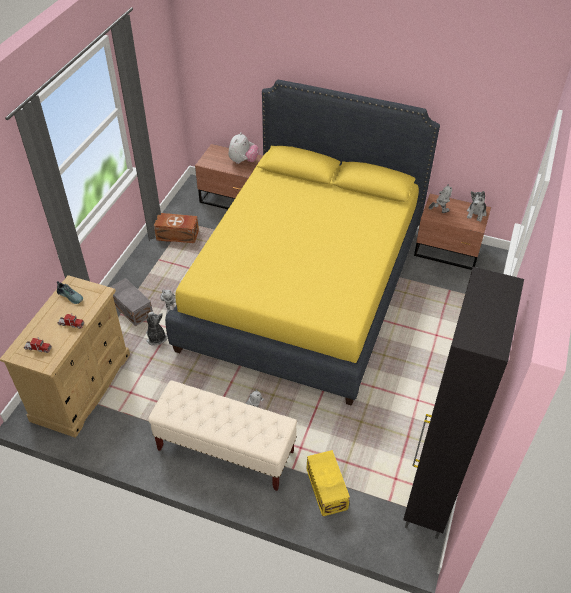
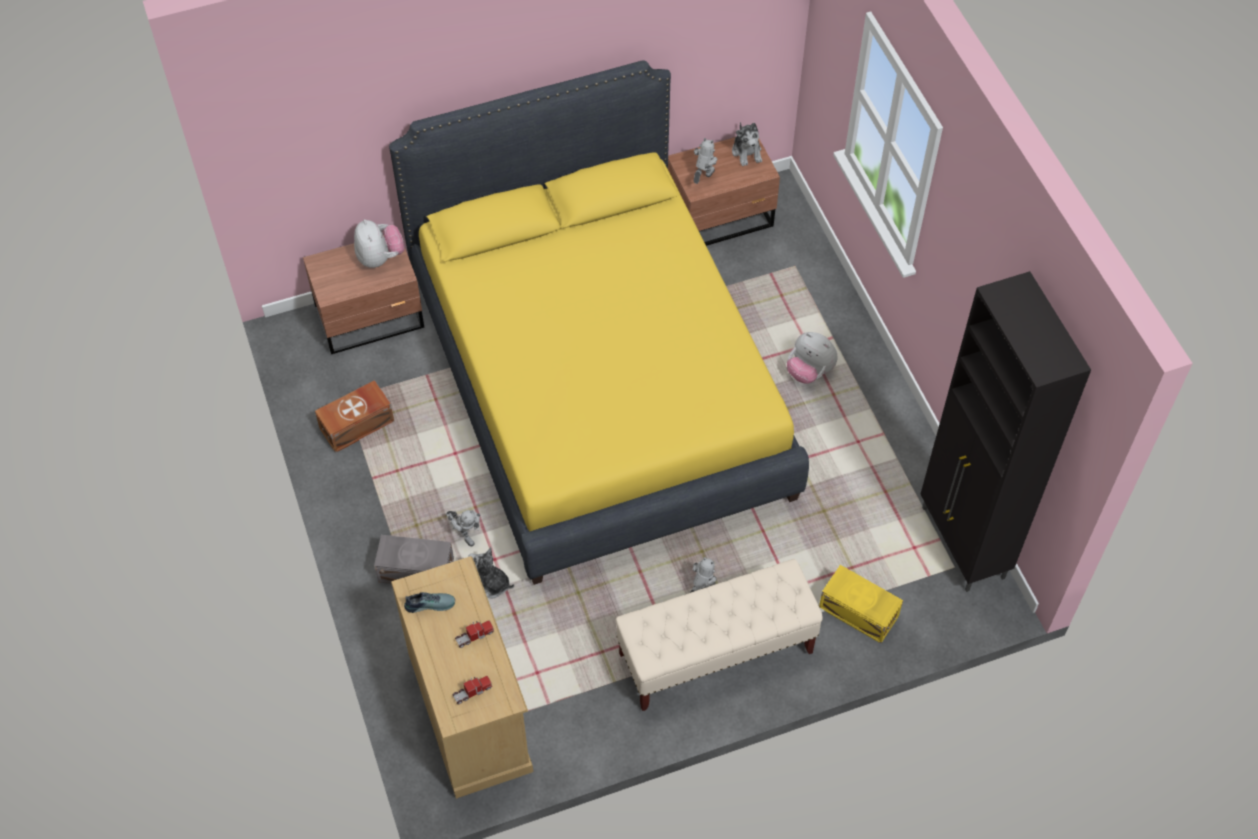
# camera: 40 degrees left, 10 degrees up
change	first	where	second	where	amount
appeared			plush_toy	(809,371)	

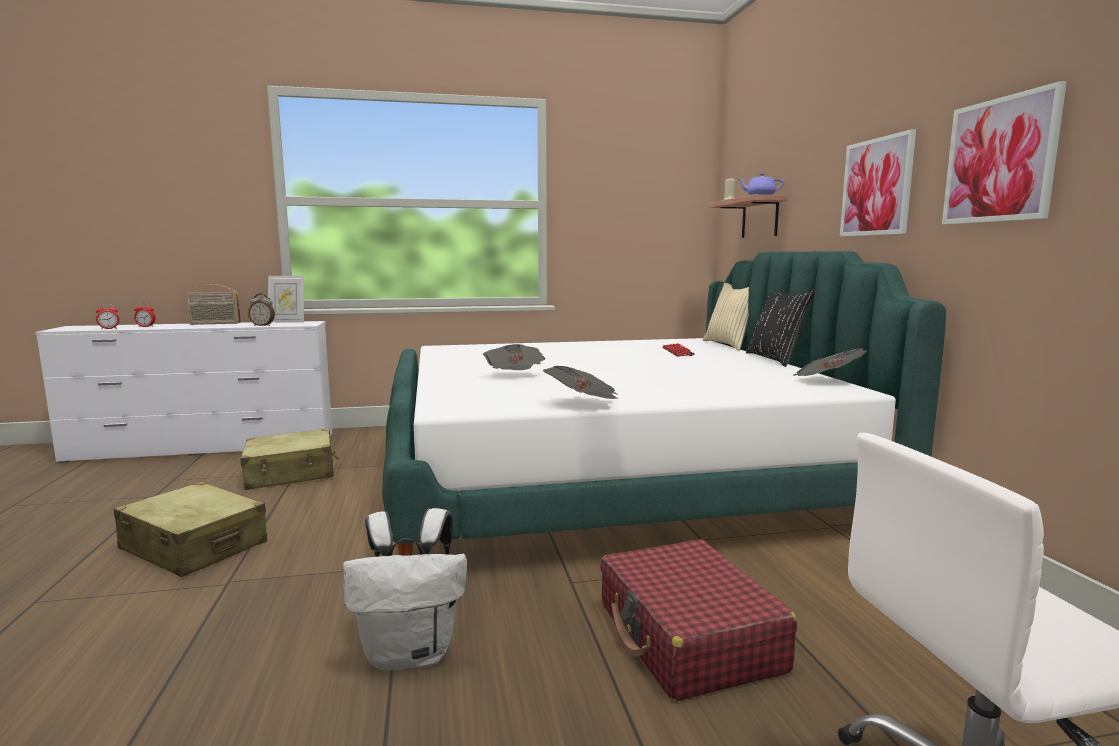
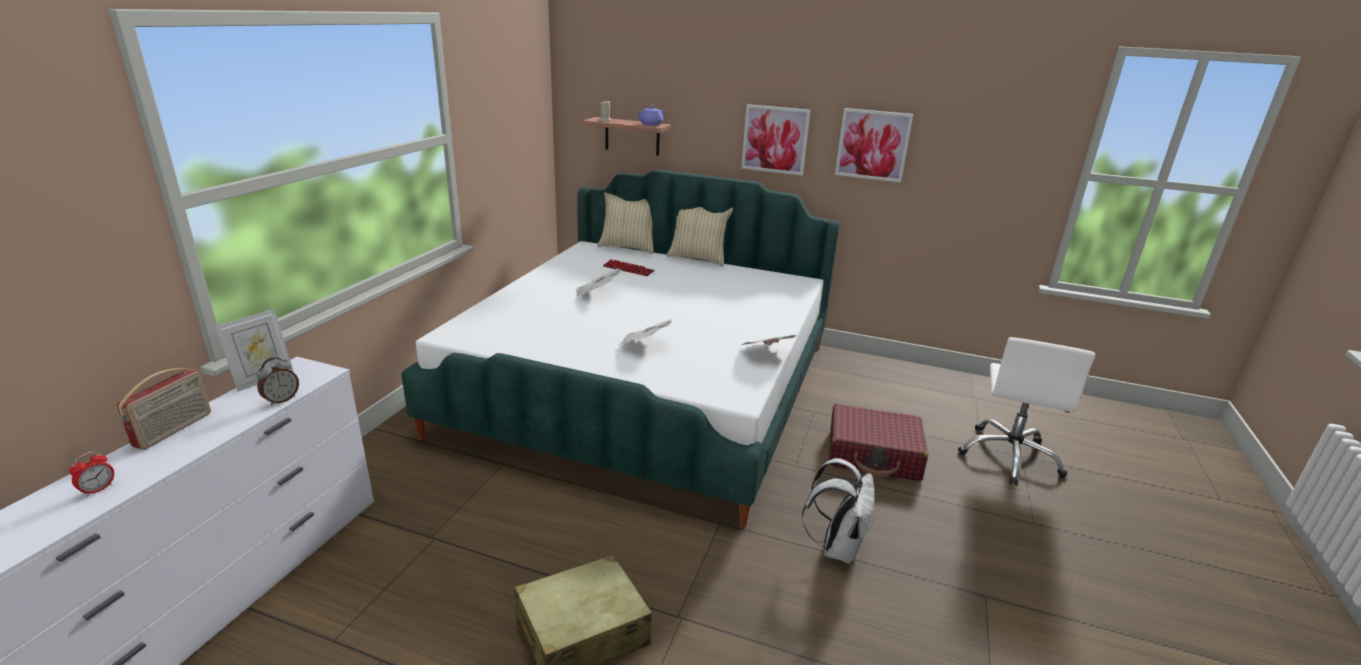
# camera: 60 degrees left, 15 degrees up
change	first	where	second	where	amount
missing	alarm_clock	(109,329)			
missing	beige_suitcase	(291,474)			
relocated	newspaper	(827,381)		(596,294)	
colour	black_pillow	(776,359)	beige_pillow	(698,258)	

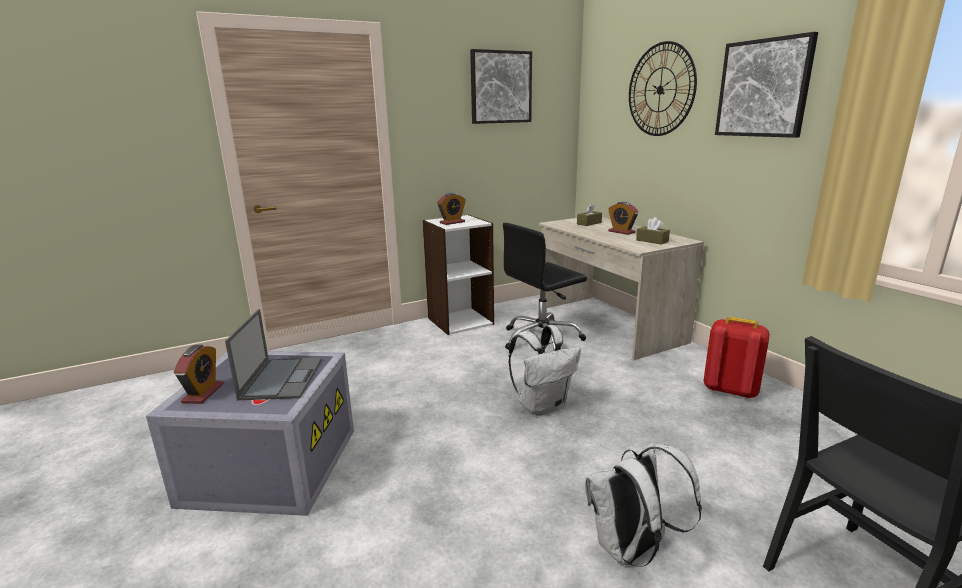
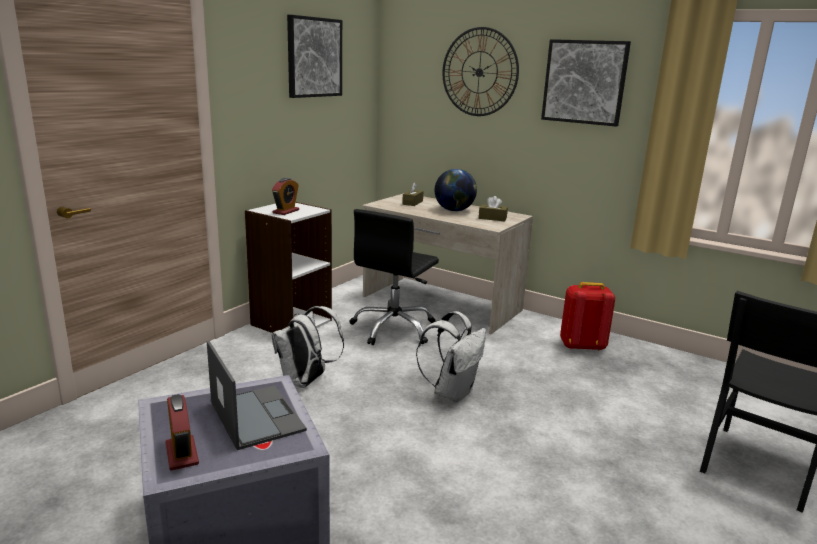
# camera: 30 degrees left, 0 degrees up
change	first	where	second	where	amount
relocated	white_backpack	(631,549)		(305,382)	
exchanged	alarm_clock	(621,232)	globe	(454,210)	

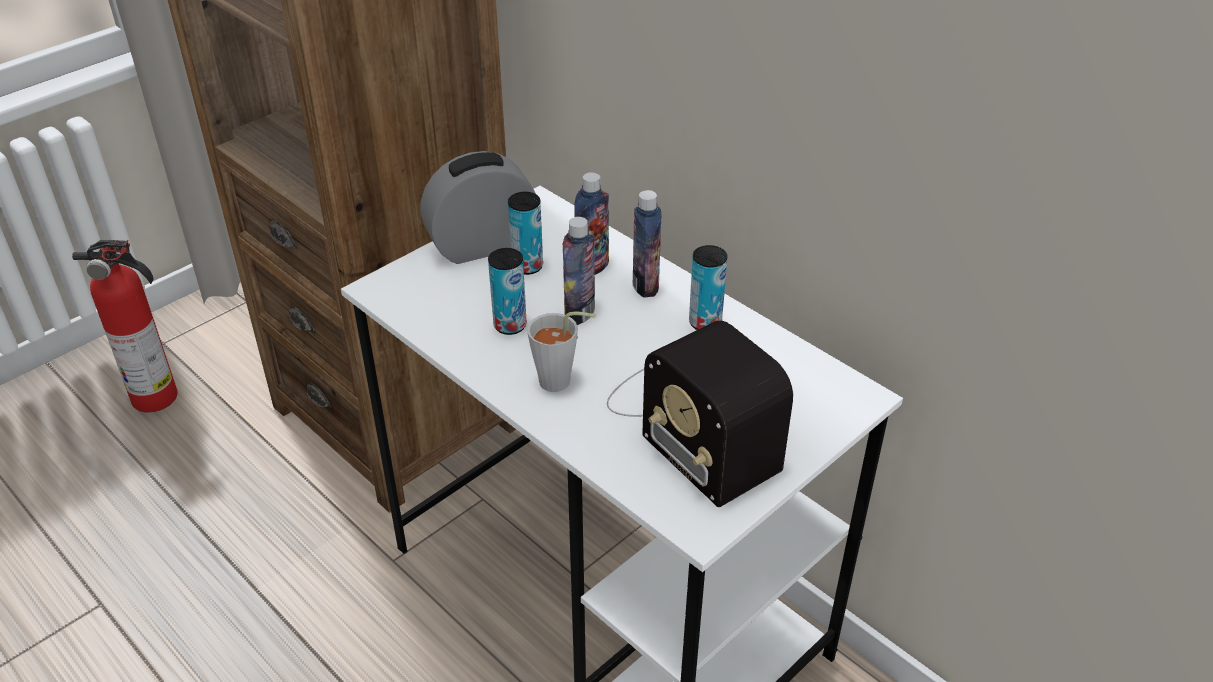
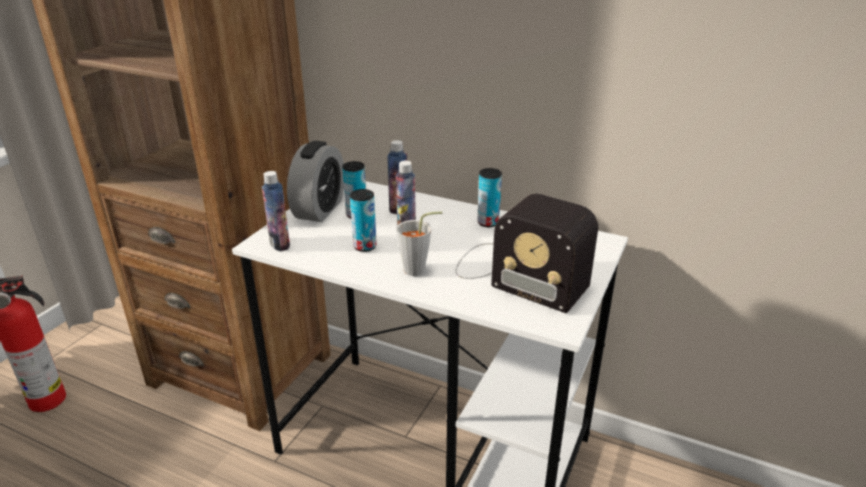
# camera: 20 degrees left, 10 degrees down
change	first	where	second	where	amount
relocated	bottle	(645,285)		(280,244)	
spun	alarm_clock	(483,245)		(319,209)	150 degrees clockwise

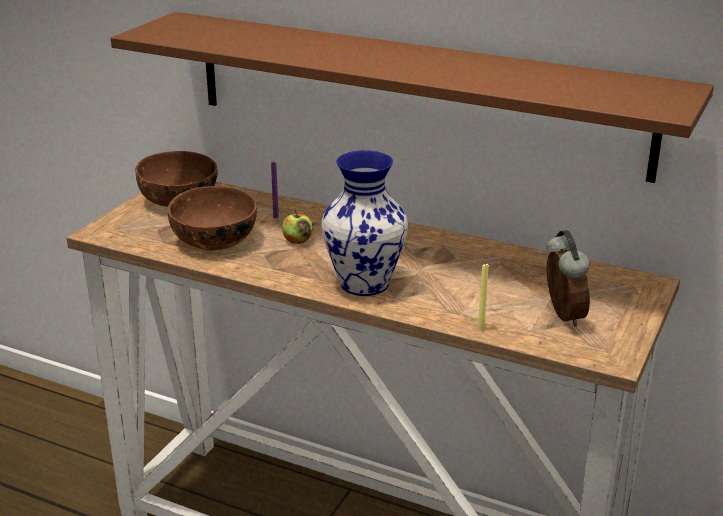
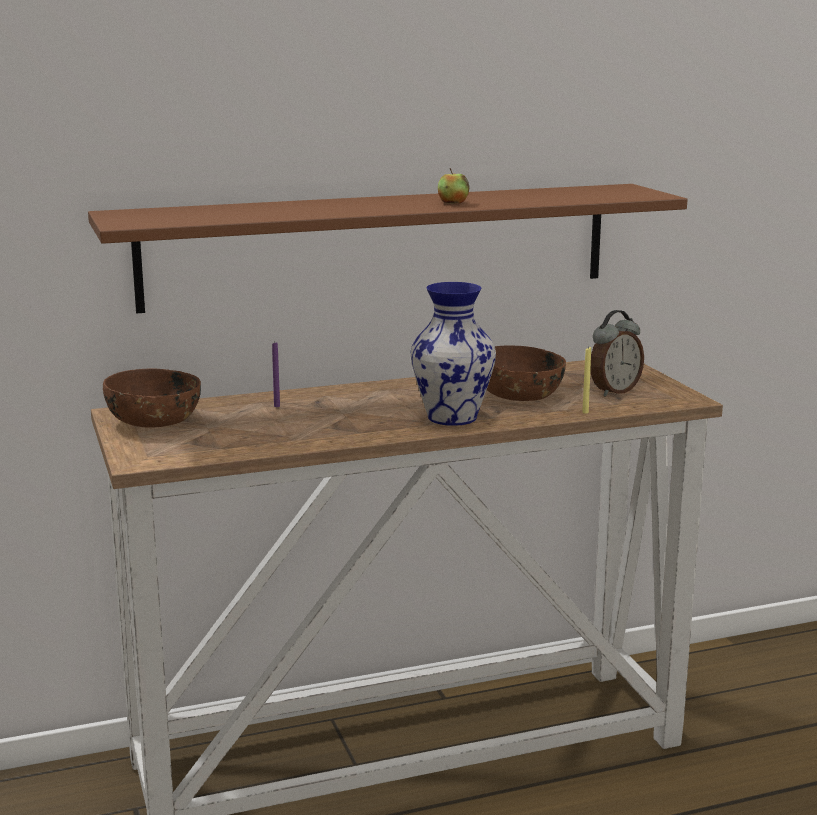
# camera: 45 degrees left, 10 degrees down
change	first	where	second	where	amount
relocated	brown_bowl	(214,240)		(520,396)	
relocated	apple	(297,240)		(453,203)	
spun	alarm_clock	(561,316)		(613,391)	105 degrees clockwise

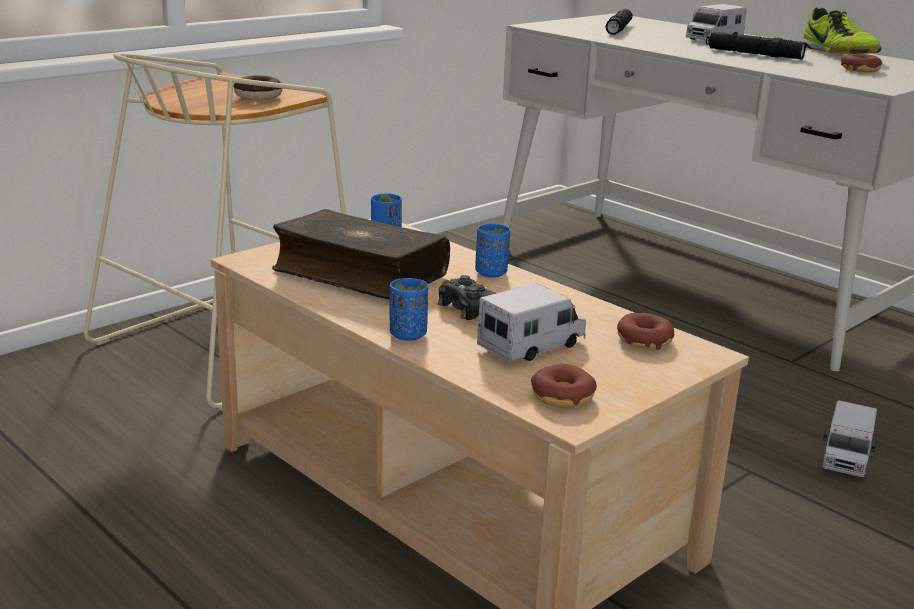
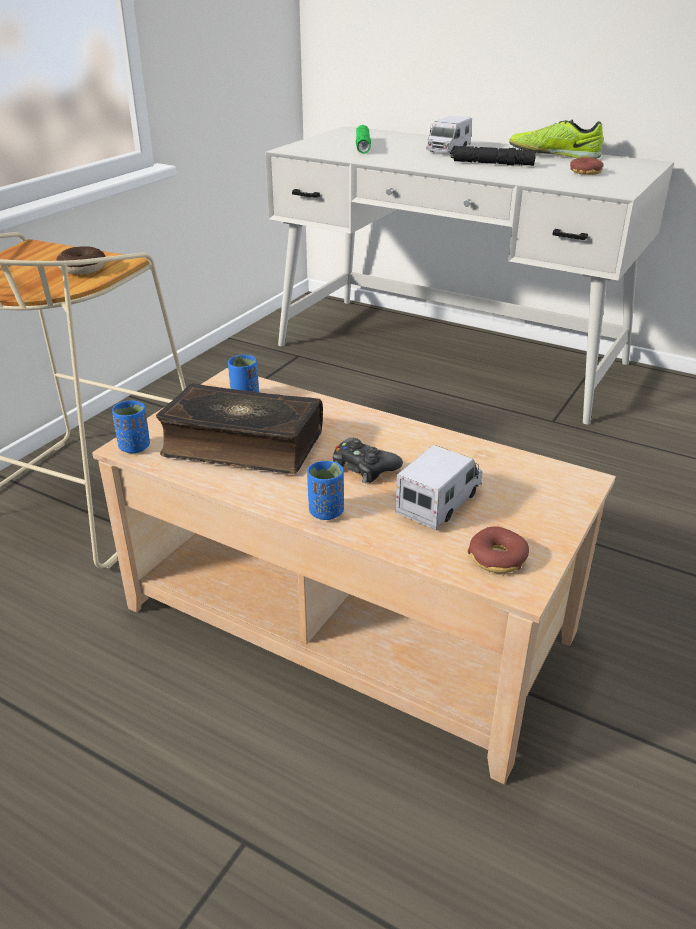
# camera: 15 degrees left, 10 degrees up
change	first	where	second	where	amount
missing	donut	(644,340)			
missing	toy_truck	(845,458)			
relocated	blue_cup	(491,273)		(135,447)	
colour	black_flashlight	(618,29)	green_flashlight	(363,146)	
spun	shoe	(837,54)		(554,155)	135 degrees clockwise

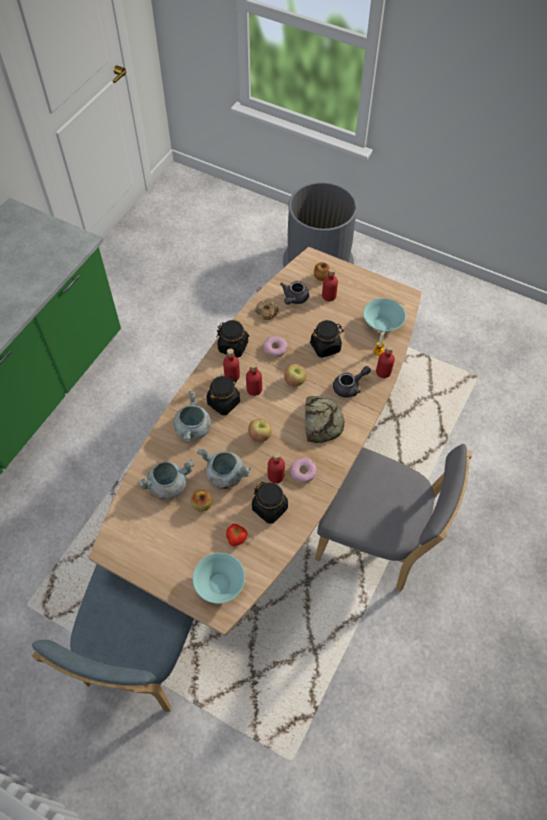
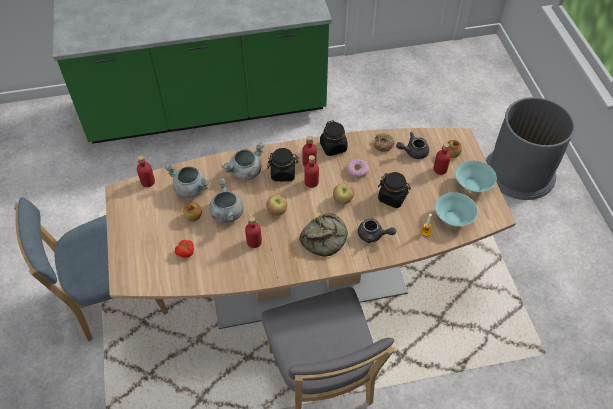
# camera: 50 degrees right, 5 degrees down
change	first	where	second	where	amount
missing	black_jar	(270,508)			
missing	donut	(303,472)			
relocated	turquoise_bowl	(219,584)		(472,185)	
relocated	red_bottle	(383,372)		(148,181)	

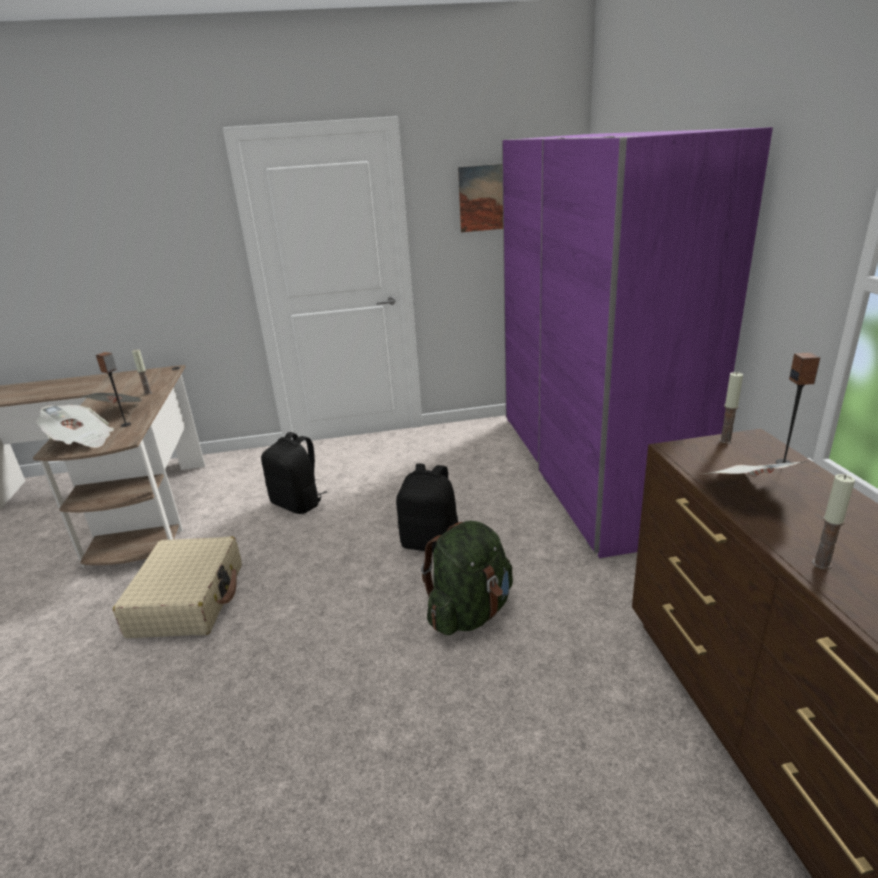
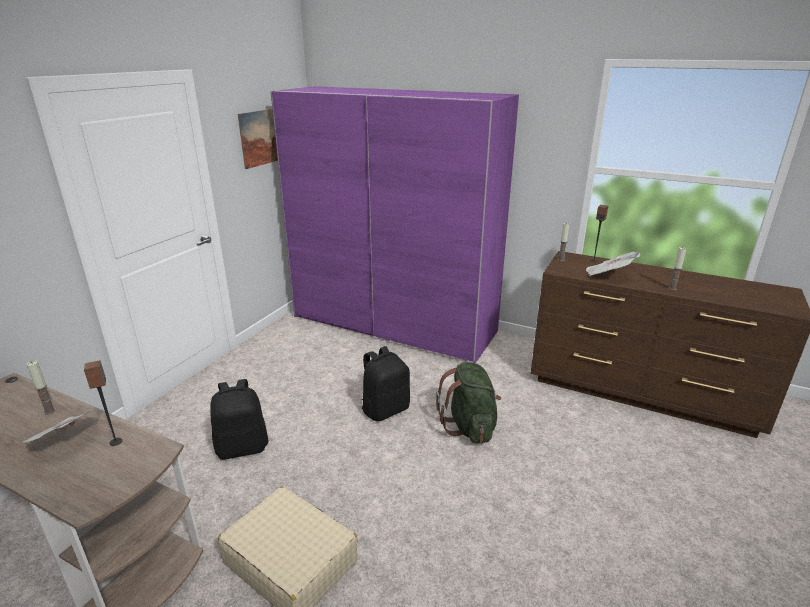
# camera: 55 degrees left, 0 degrees up
change	first	where	second	where	amount
missing	newspaper	(81,441)			

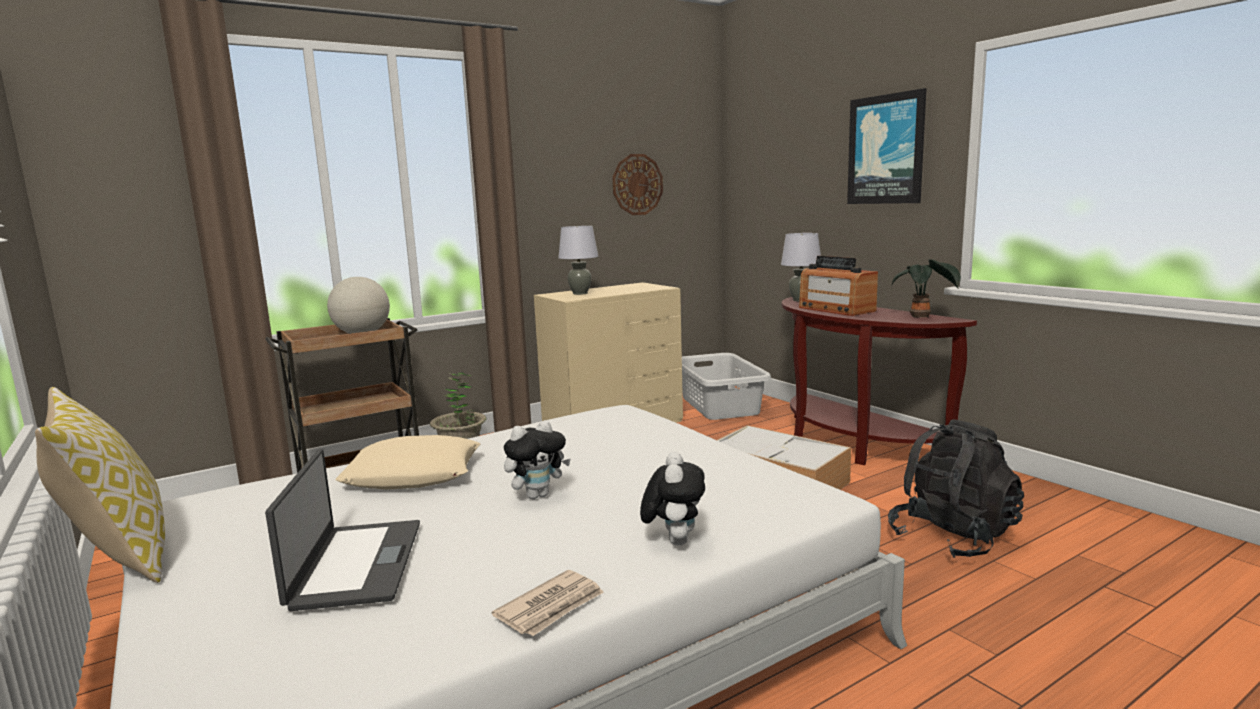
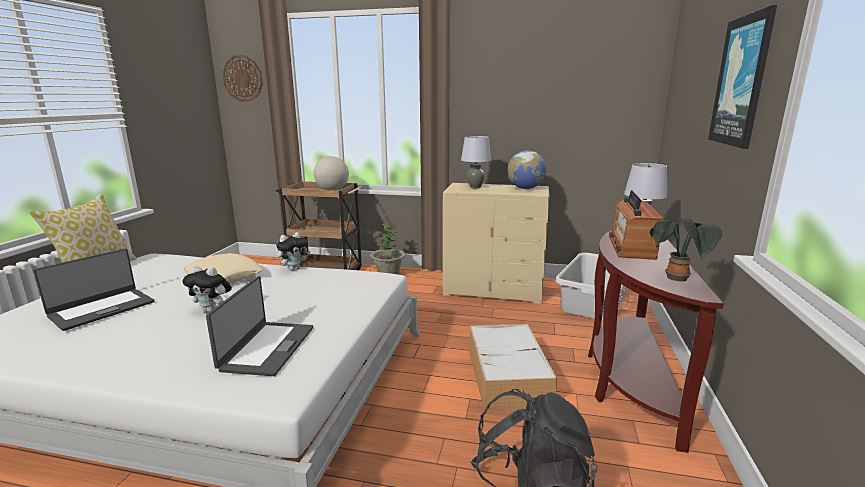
# camera: 45 degrees right, 5 degrees up
change	first	where	second	where	amount
missing	newspaper	(551,607)			
appeared			laptop	(267,348)	
appeared			globe	(525,188)	
relocated	wall_clock	(637,184)		(243,78)	
relocated	plush_toy	(674,540)		(294,269)	

